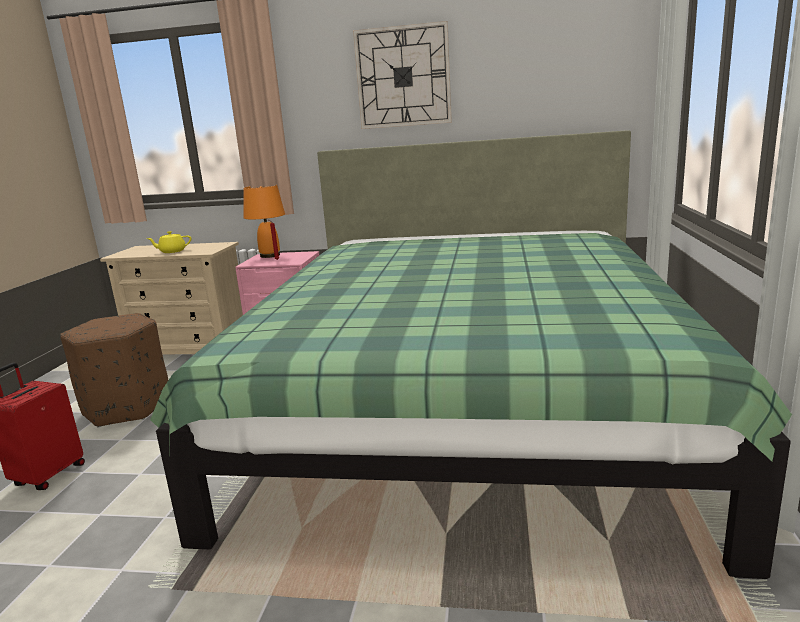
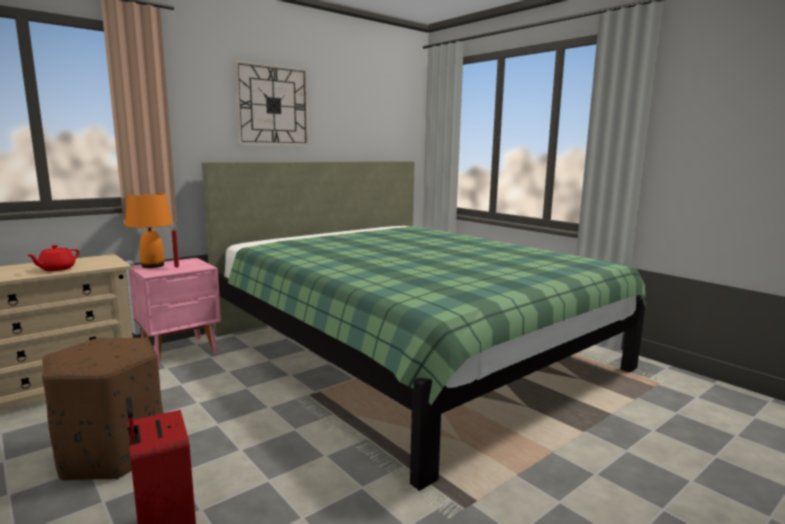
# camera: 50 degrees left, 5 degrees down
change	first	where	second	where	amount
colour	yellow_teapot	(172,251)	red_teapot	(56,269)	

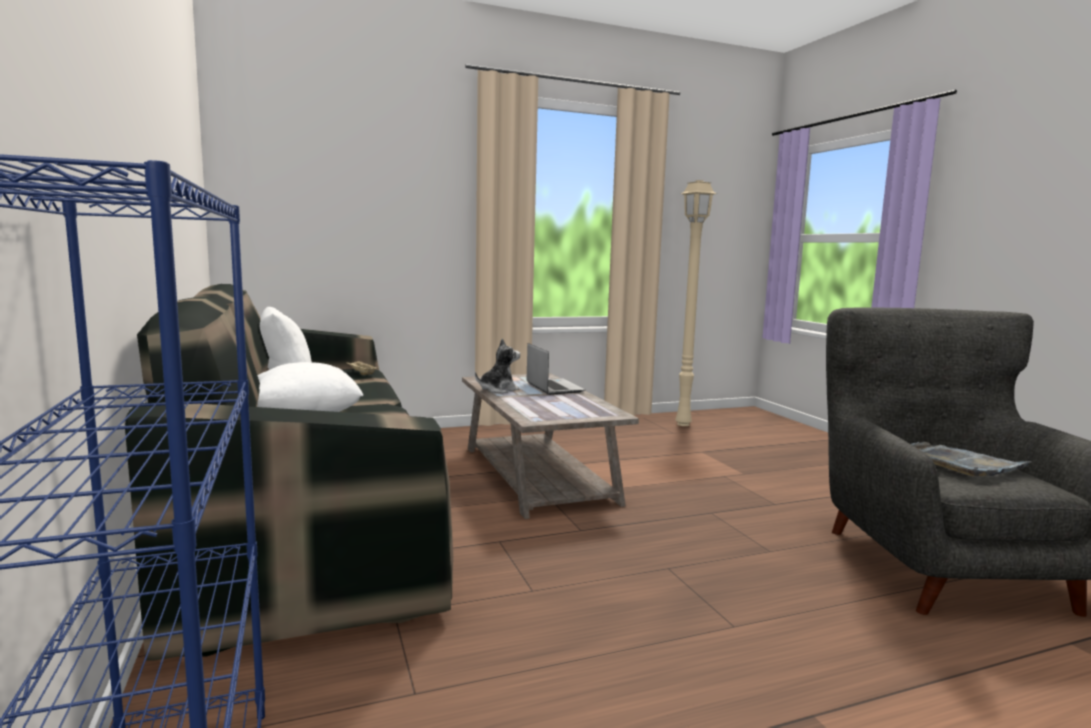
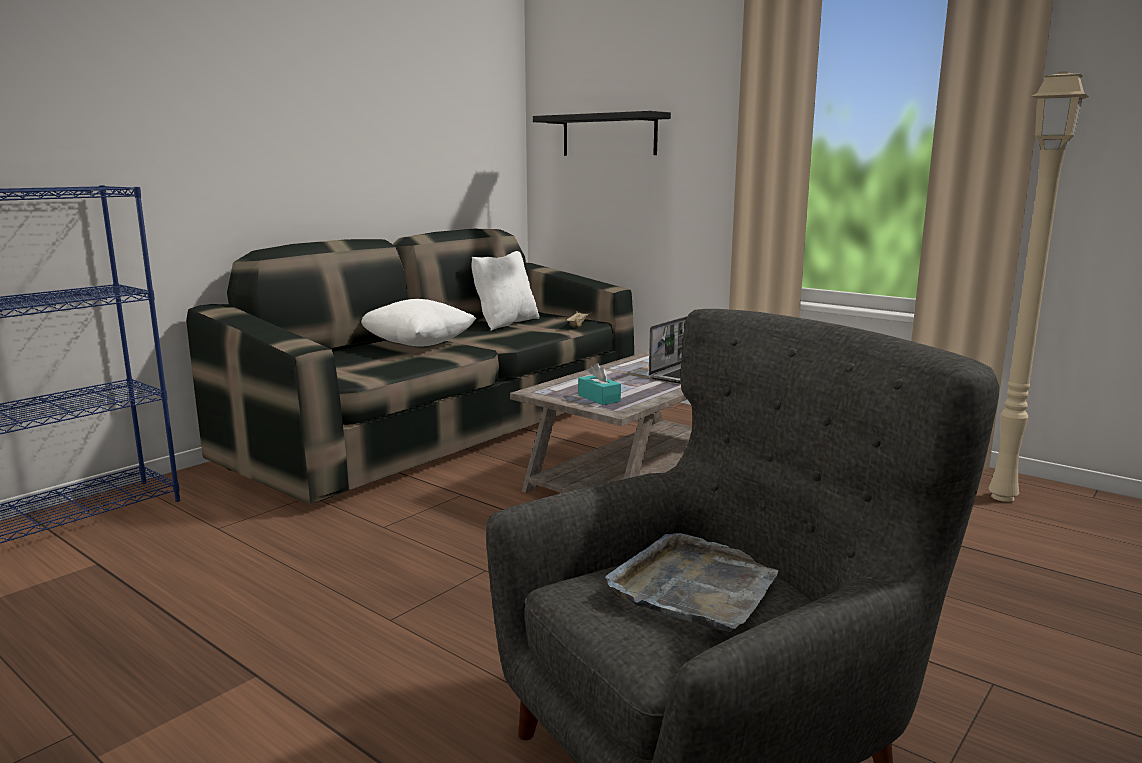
# camera: 60 degrees right, 5 degrees up
change	first	where	second	where	amount
missing	plush_toy	(498,390)			
appeared			black_shelf	(609,135)	
appeared			turquoise_tissue_box	(599,398)	

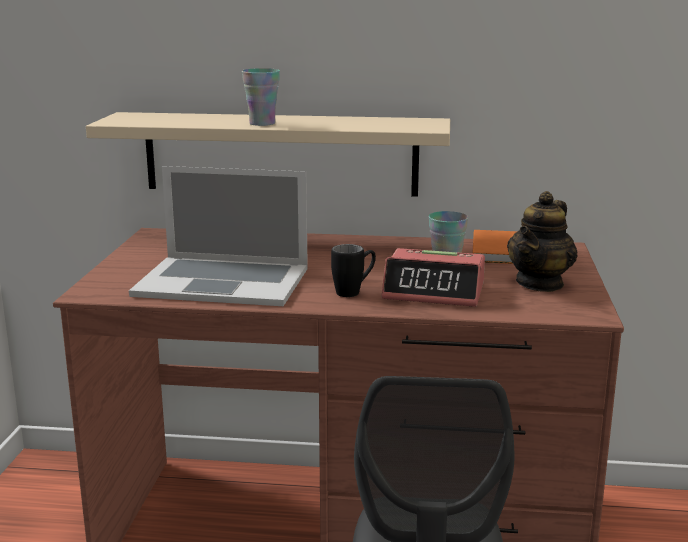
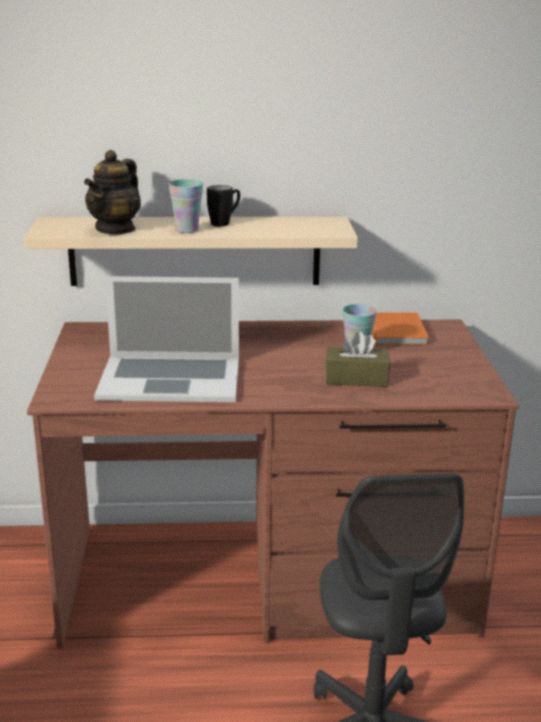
# camera: 10 degrees left, 5 degrees up
change	first	where	second	where	amount
relocated	black_mug	(354,291)		(225,223)	
relocated	teapot	(540,283)		(115,229)	
exchanged	alarm_clock	(434,291)	brown_tissue_box	(356,378)	

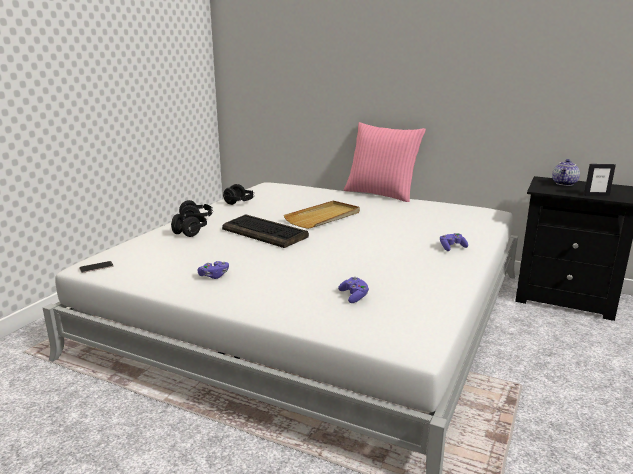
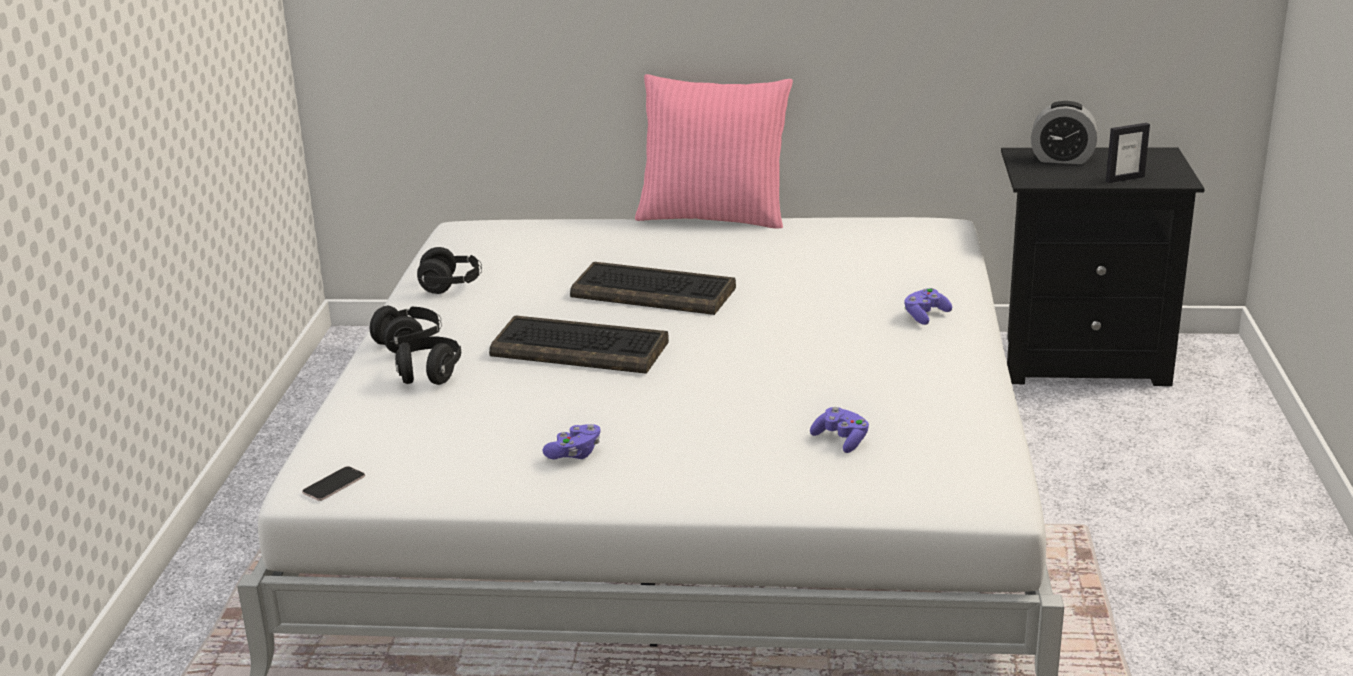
# camera: 20 degrees left, 5 degrees up
change	first	where	second	where	amount
exchanged	beige_tray	(324,217)	keyboard	(655,292)	
exchanged	teapot	(565,184)	alarm_clock	(1062,159)	

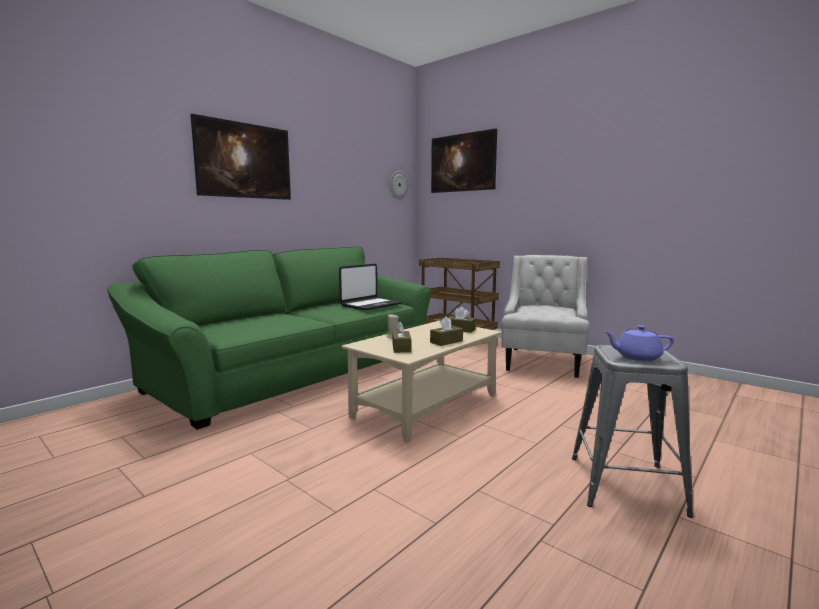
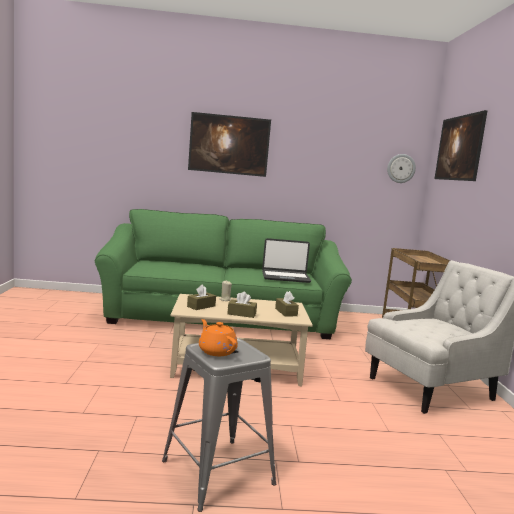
# camera: 45 degrees right, 0 degrees up
change	first	where	second	where	amount
colour	purple_teapot	(636,357)	orange_teapot	(216,351)	

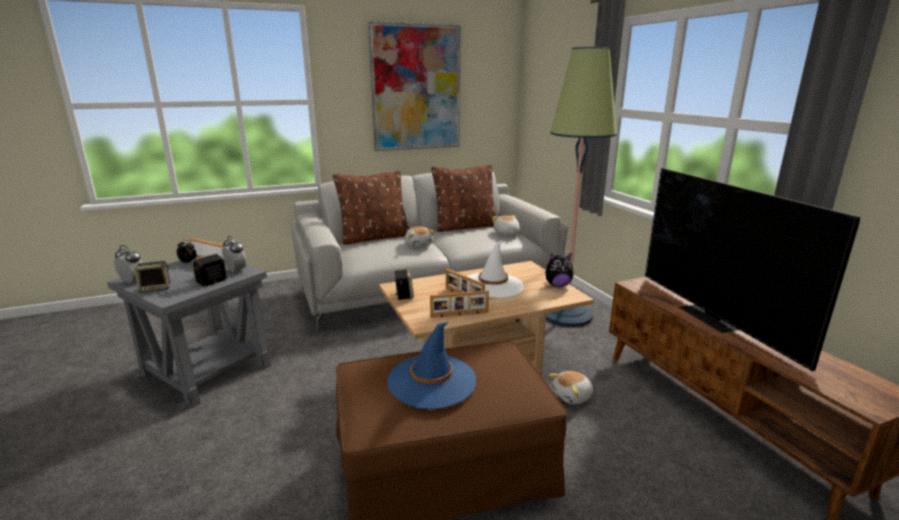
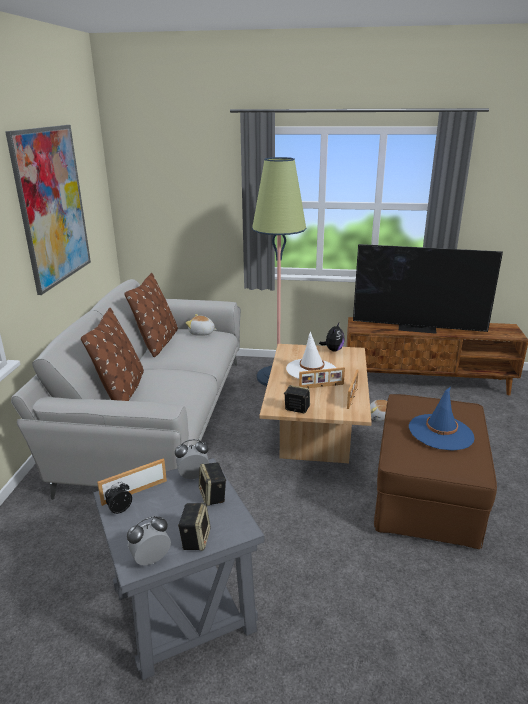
# camera: 60 degrees left, 5 degrees up
change	first	where	second	where	amount
missing	plush_toy	(418,244)			

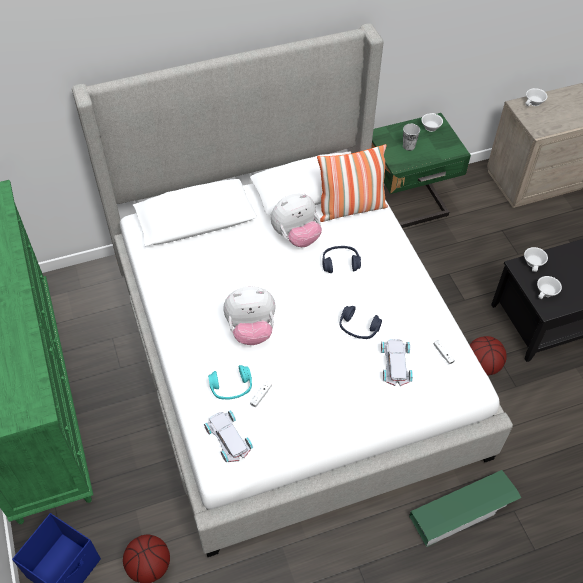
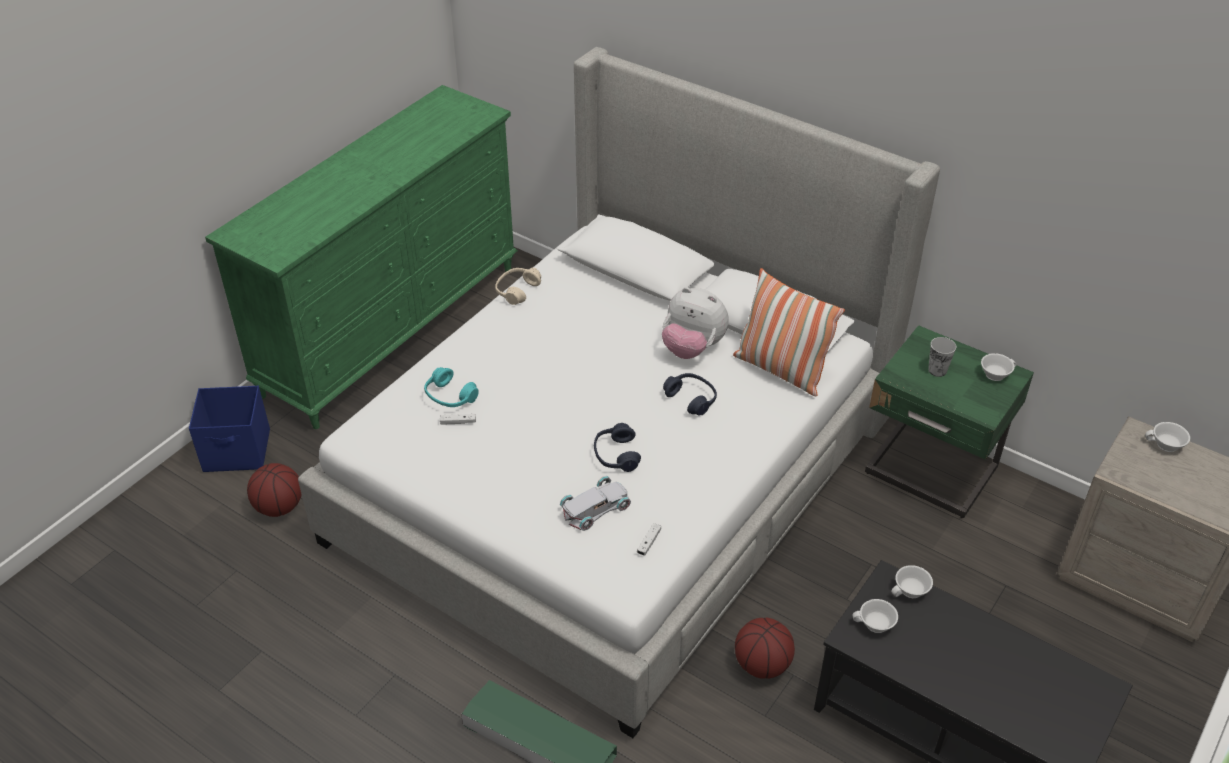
# camera: 55 degrees right, 10 degrees down
change	first	where	second	where	amount
missing	white_toy_car	(228,437)			
missing	plush_toy	(251,330)			
appeared			beige_headphones	(517,290)	

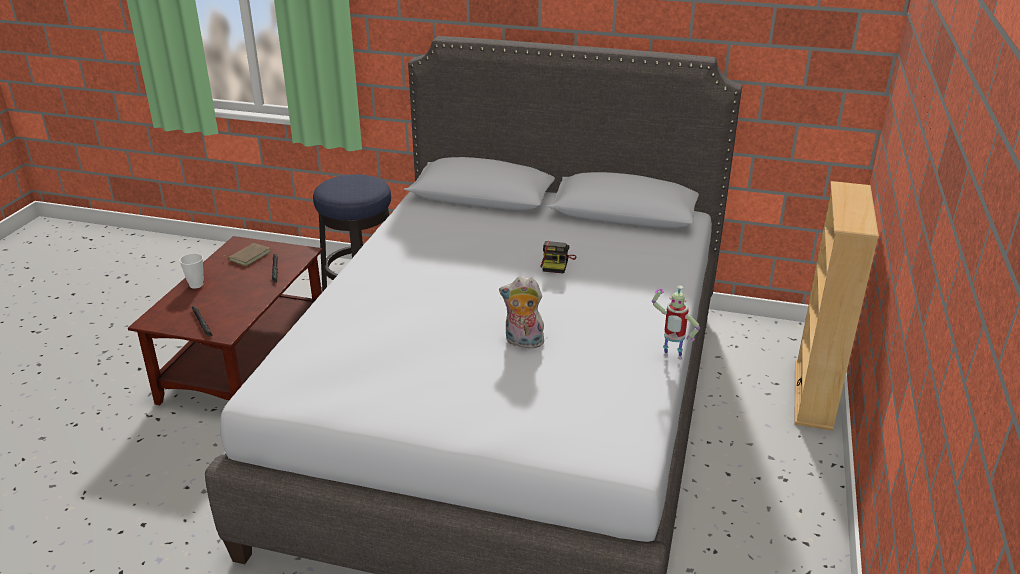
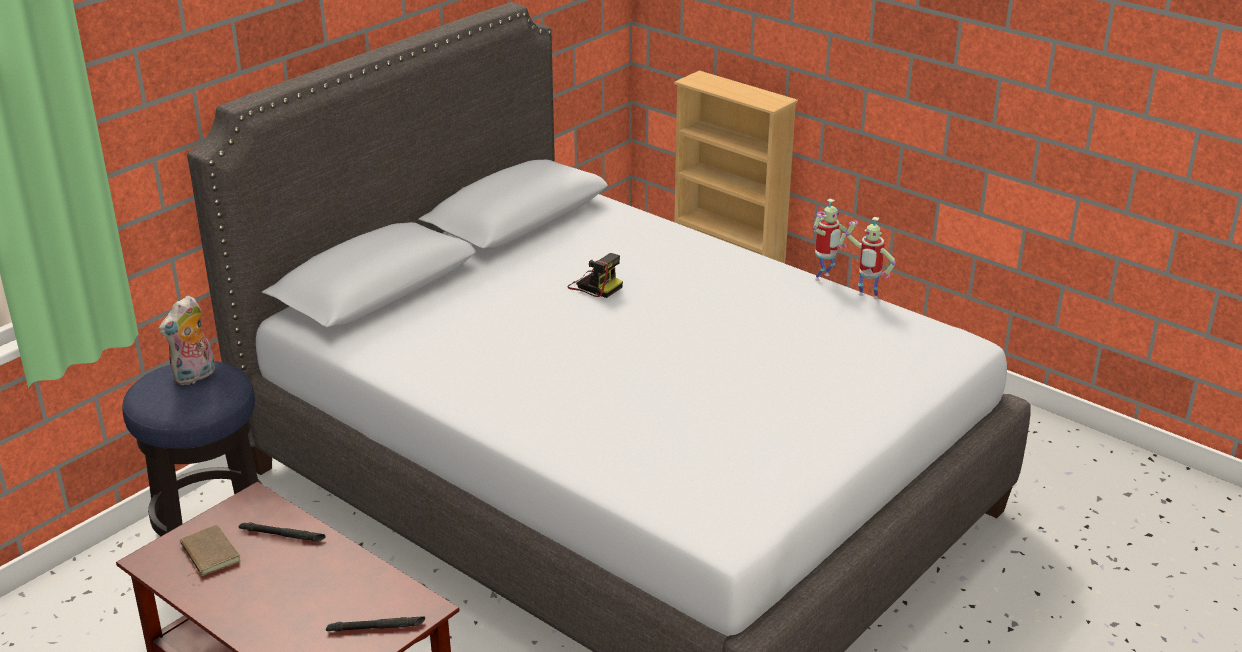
# camera: 65 degrees left, 0 degrees up
change	first	where	second	where	amount
missing	cup	(196,285)			
appeared			toy_robot	(866,297)	
relocated	plush_toy	(522,342)		(195,376)	

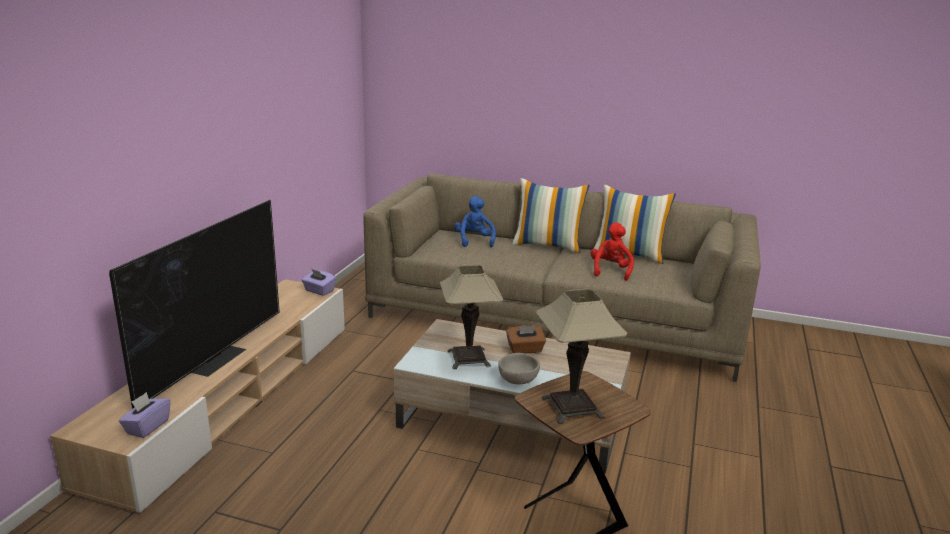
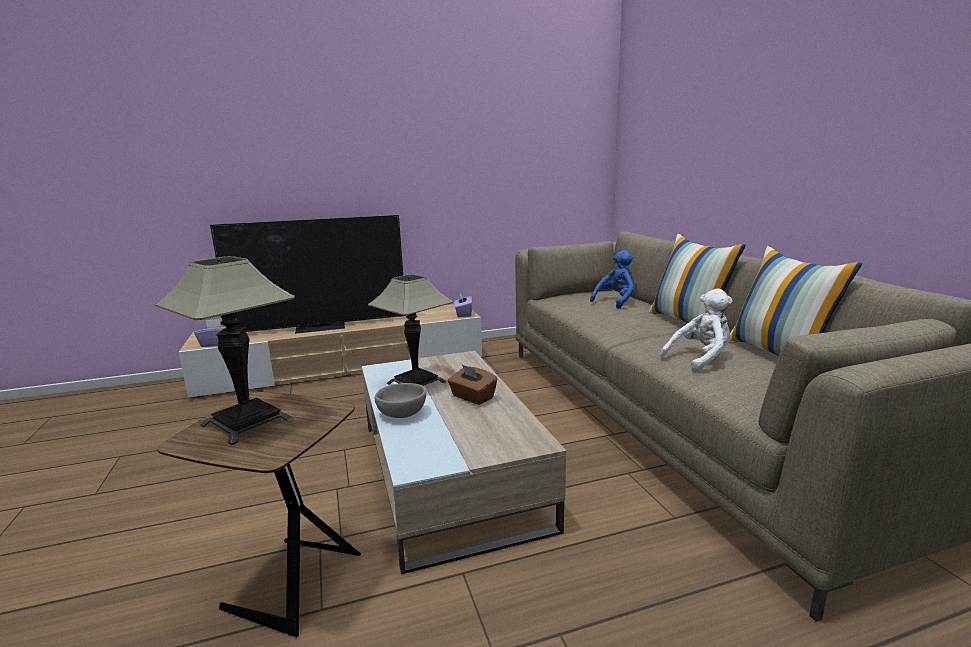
# camera: 55 degrees right, 5 degrees down
change	first	where	second	where	amount
colour	red_plush_toy	(610,271)	white_plush_toy	(700,359)	

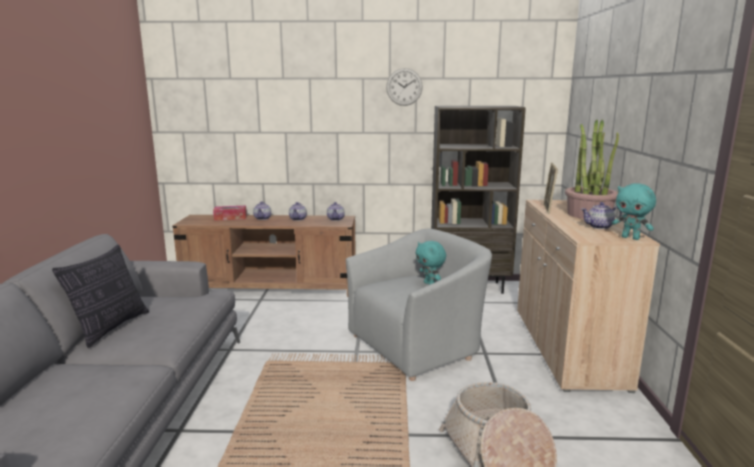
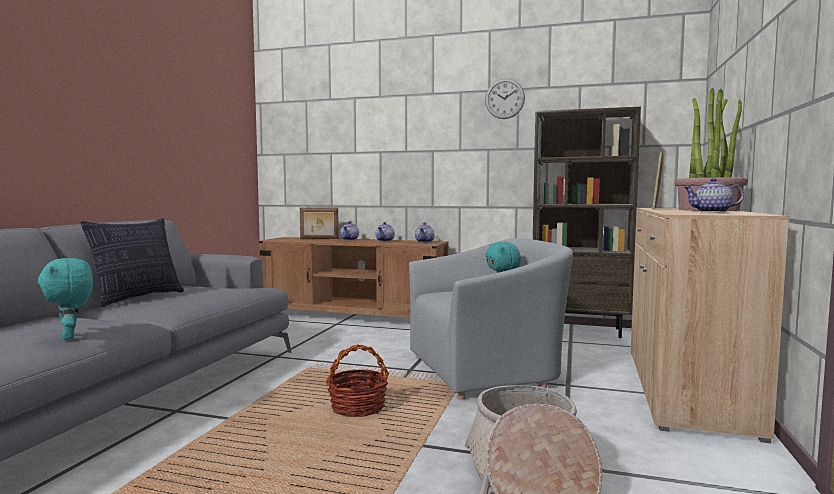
# camera: 15 degrees right, 10 degrees down
change	first	where	second	where	amount
appeared			basket	(357,407)	
relocated	turquoise_plush_toy	(631,238)		(71,337)	
exchanged	tissue_box	(230,217)	picture_frame	(319,238)	

